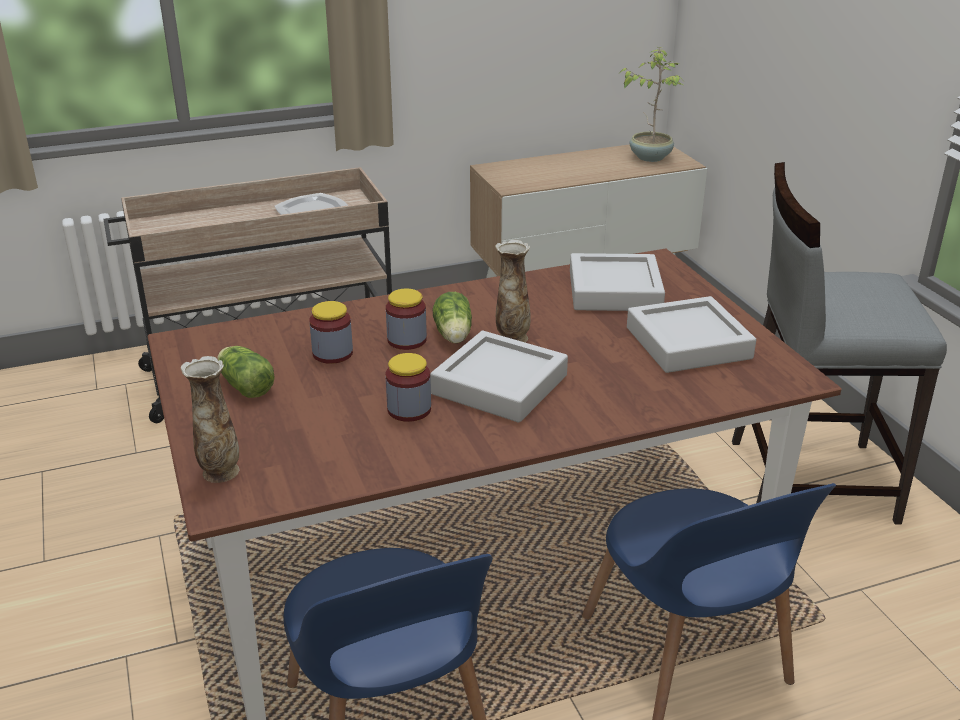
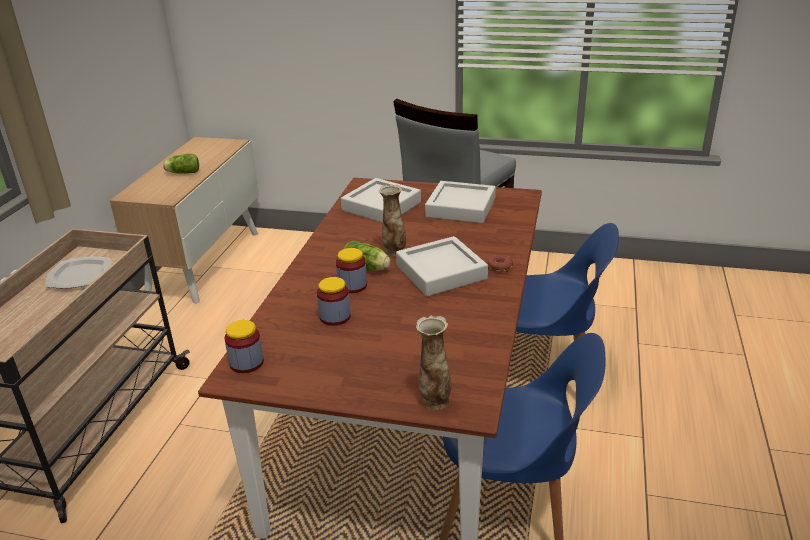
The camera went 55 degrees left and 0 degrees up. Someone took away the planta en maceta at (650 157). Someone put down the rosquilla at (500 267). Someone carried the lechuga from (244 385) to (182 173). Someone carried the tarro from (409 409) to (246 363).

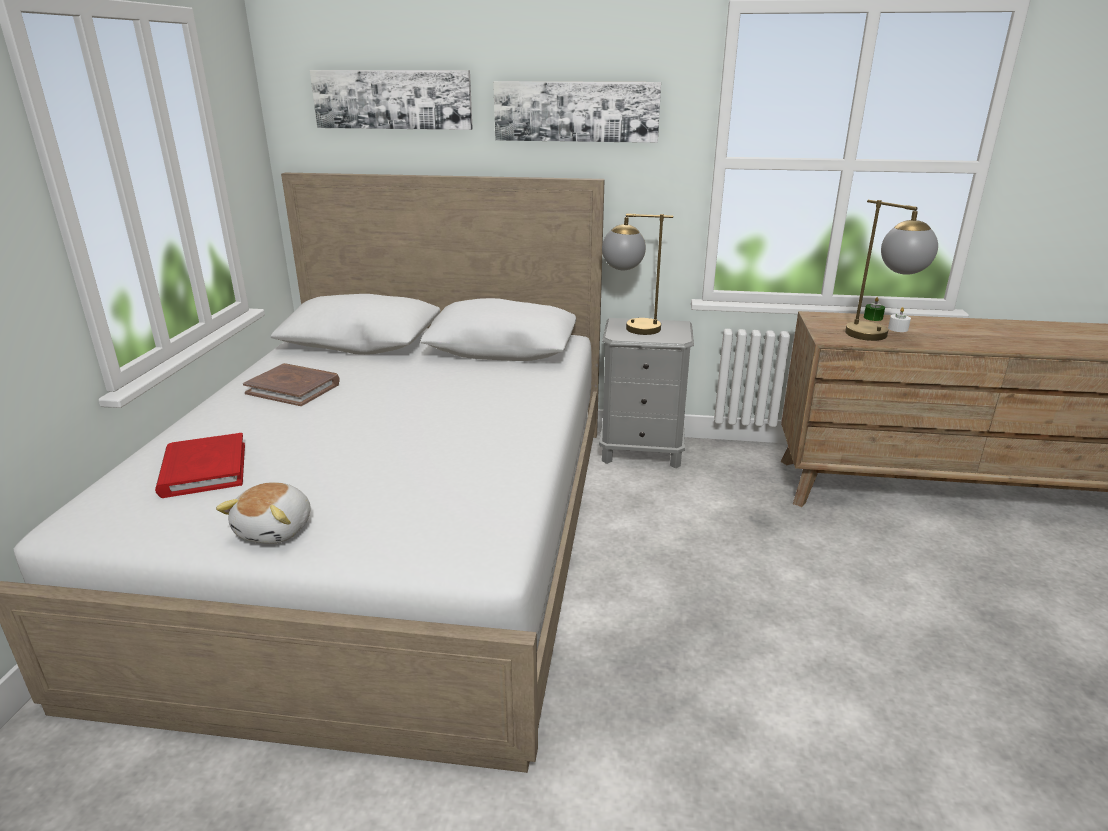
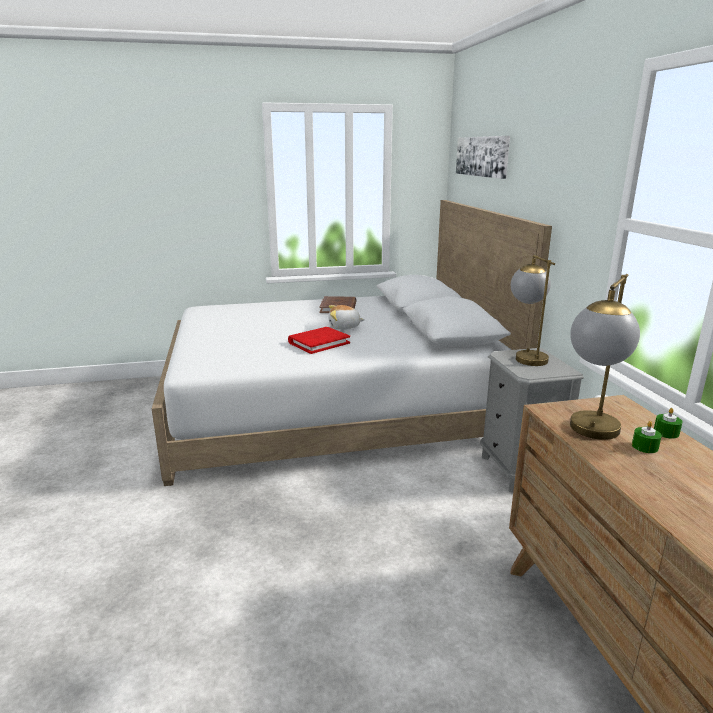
The camera went 70 degrees right and 5 degrees down. Someone took away the cuadro at (576 111). Someone carried the libro [rojo] from (203 470) to (319 343). Someone carried the peluche from (276 530) to (344 327). Someone repainted the vela [blanco] at (898 329), which became the vela [verde] at (644 447).

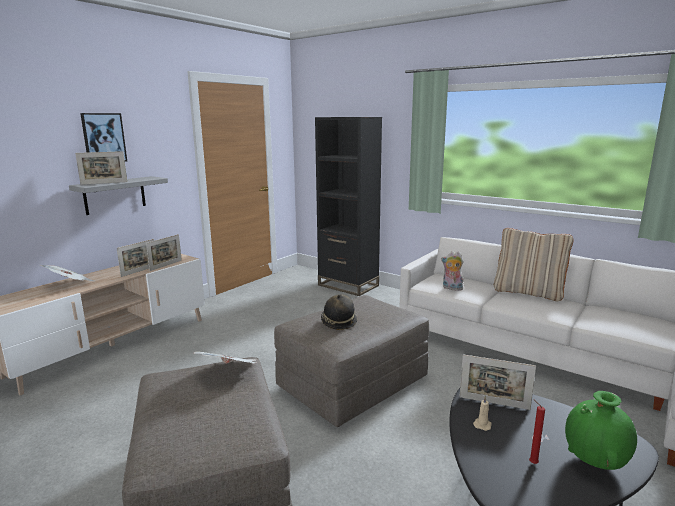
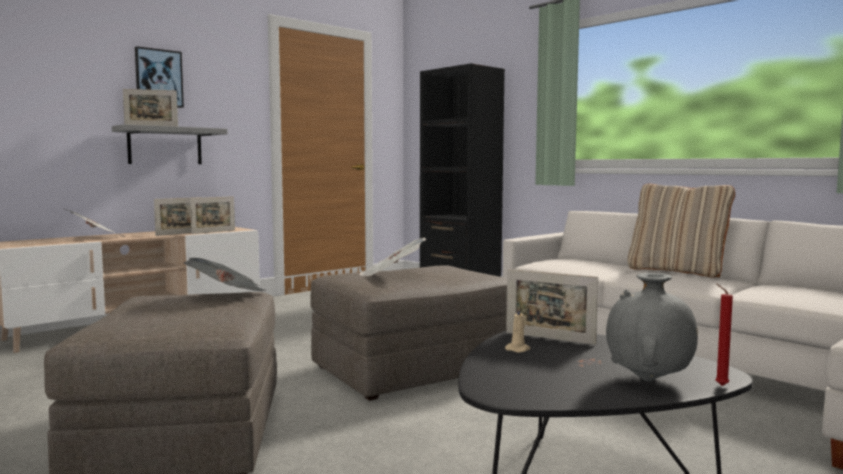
The camera went 10 degrees right and 10 degrees down. Someone took away the peluche at (451 288). Someone carried the vela [rojo] from (531 463) to (719 385). Someone swapped the sombrero at (338 322) for the periódico at (391 275). Someone repainted the florero [verde] at (594 463), which became the florero [gris] at (649 380).

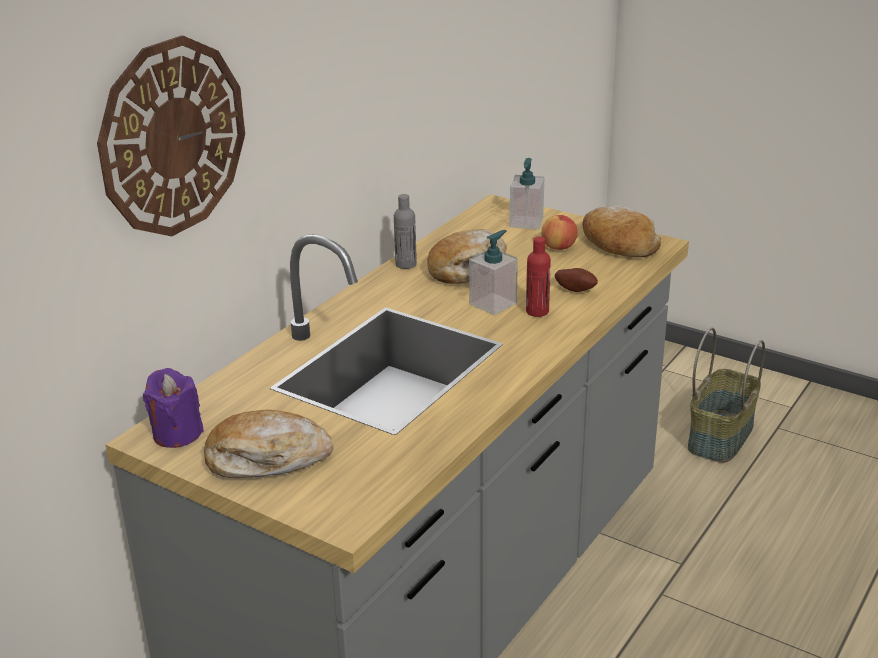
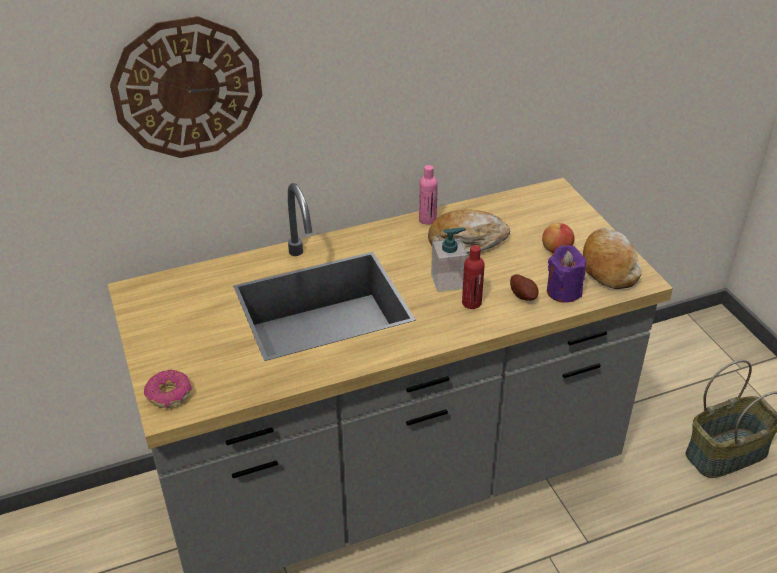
The camera went 35 degrees right and 10 degrees up. Someone took away the pan at (267 459). Someone took away the dispensador de jabón at (526 222). Someone put down the rosquilla at (169 395). Someone carried the vela [morado] from (177 434) to (563 291). Someone repainted the botella [gris] at (406 264), which became the botella [rosa] at (427 219).

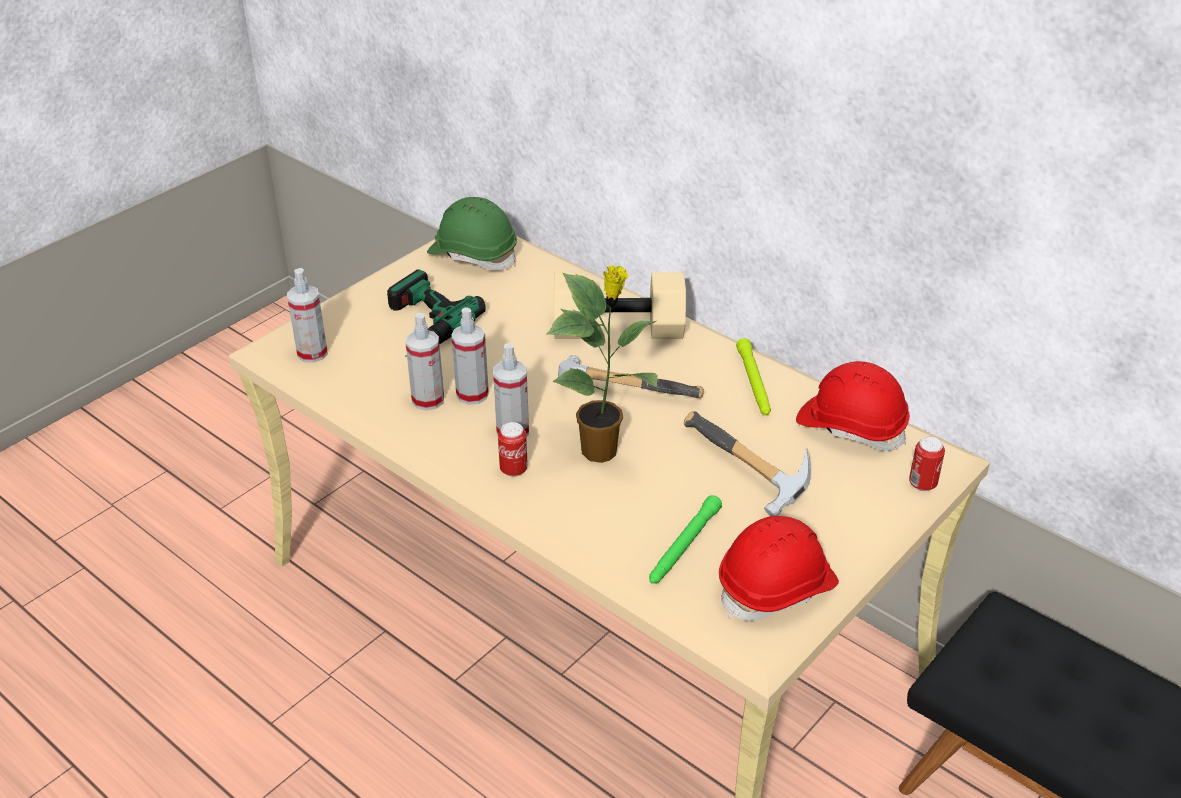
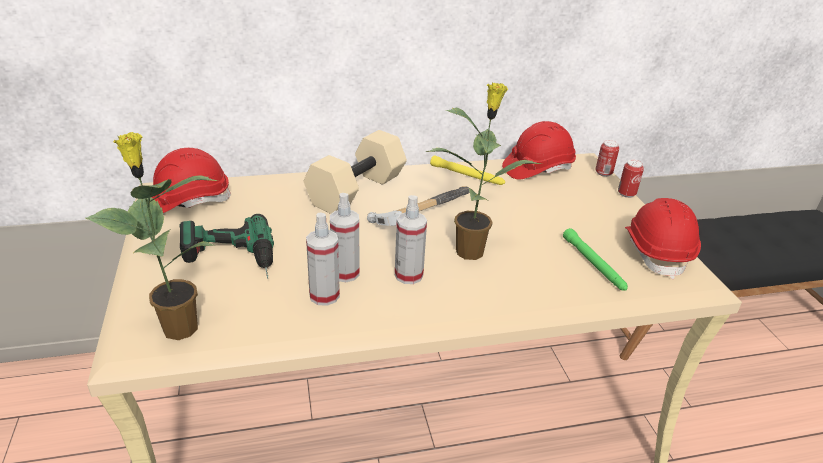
The camera went 55 degrees left and 5 degrees down. Someone took away the martillo at (742 473). Someone carried the lata from (513 469) to (626 194). Someone swapped the pulverizador at (312 353) for the planta en maceta at (178 327). Someone repainted the casco [verde] at (473 255), which became the casco [rojo] at (188 201). Someone repainted the linterna [verde] at (754 383), which became the linterna [amarillo] at (467 175).

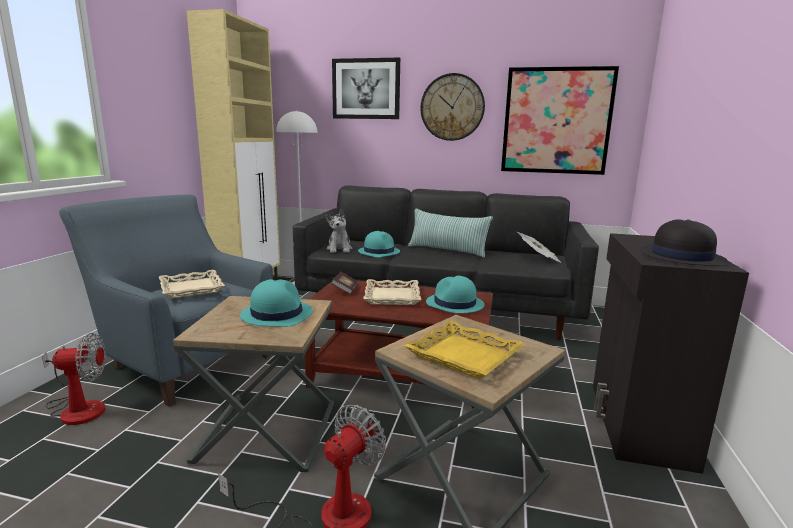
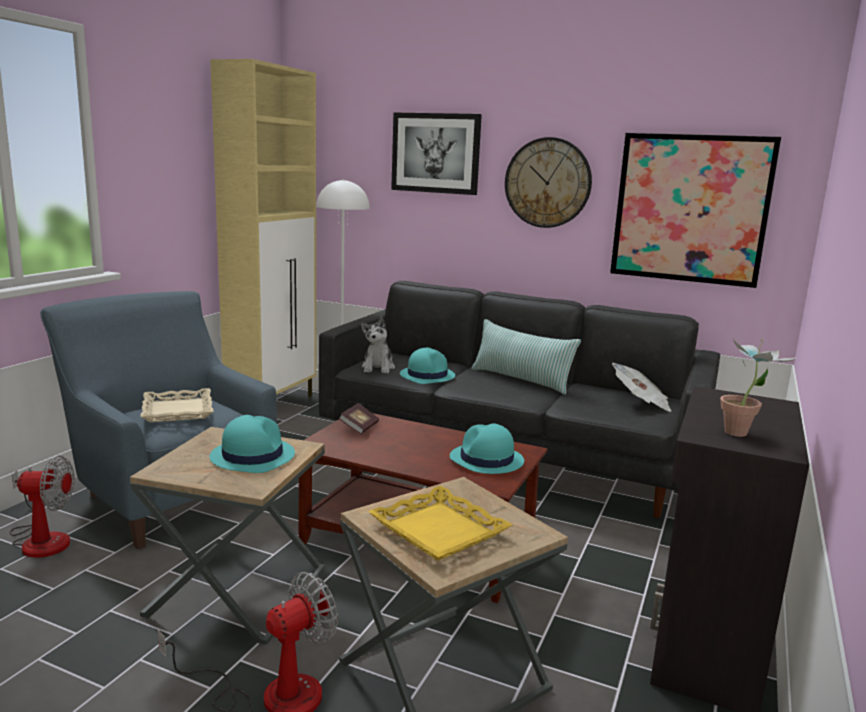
The camera went 10 degrees right and 0 degrees up. Someone took away the bandeja [beis] at (391 296). Someone swapped the sombrero [negro] at (680 257) for the planta en maceta at (744 433).

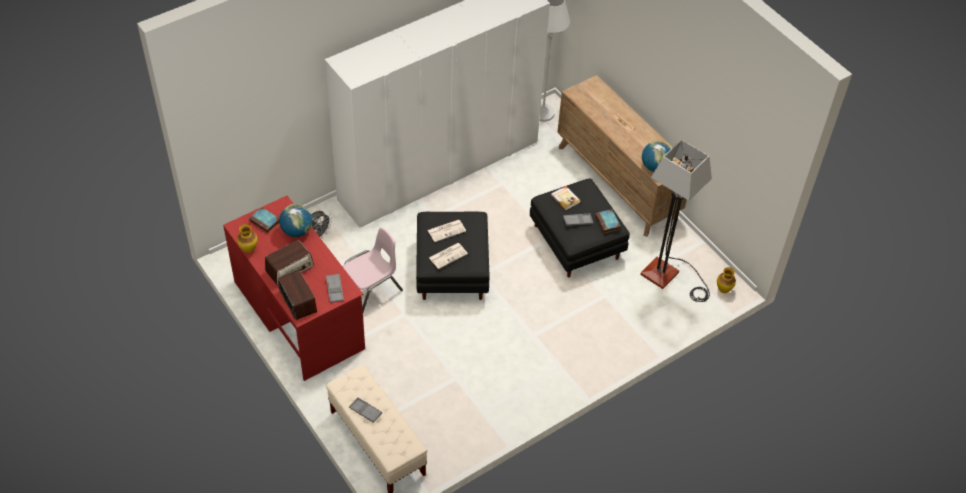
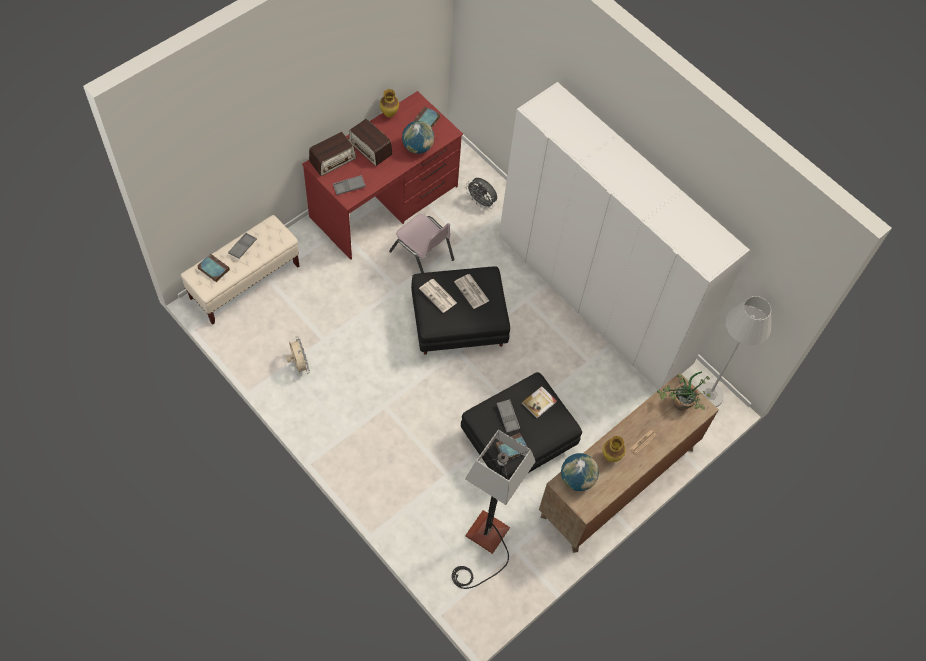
The camera went 80 degrees right and 10 degrees up. Someone put down the libro at (213 269). Someone put down the ventilador [beis] at (299 365). Someone put down the planta en maceta at (678 406). Someone carried the florero from (723 290) to (611 457).

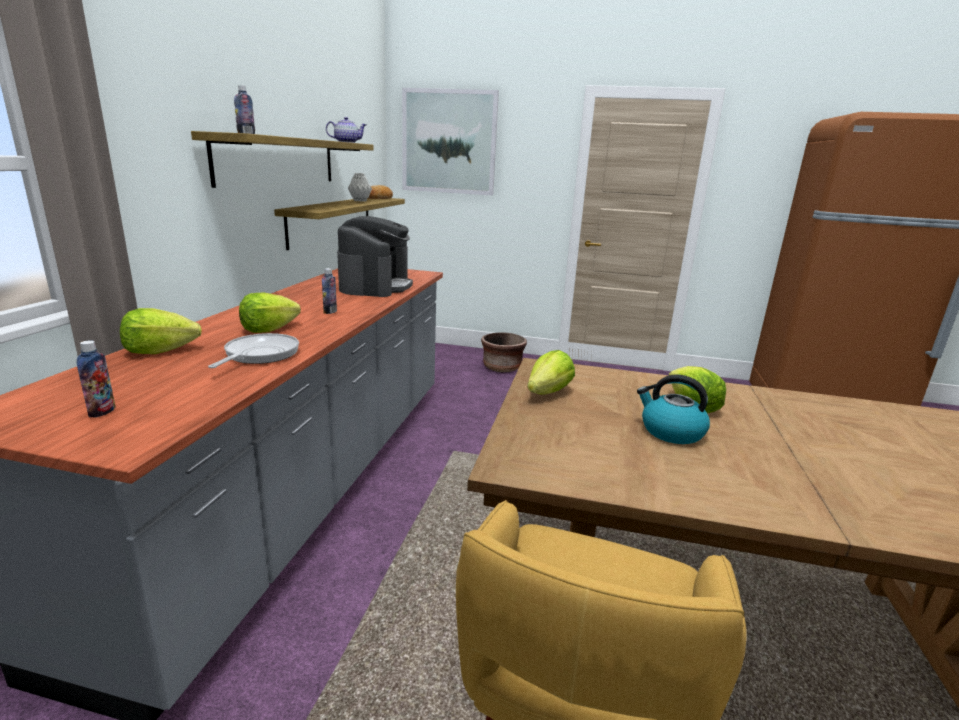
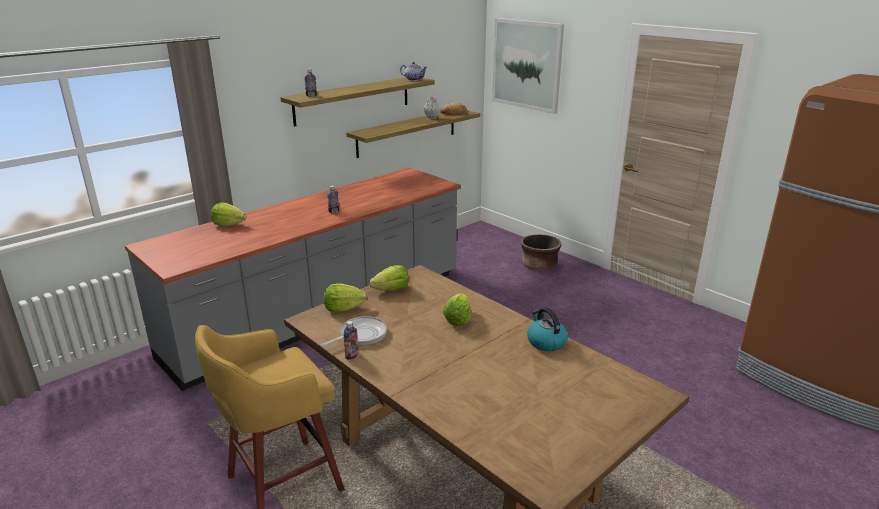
The camera went 35 degrees right and 5 degrees up. Someone took away the cafetera at (375 286). Someone carried the botella from (102 411) to (352 356). Someone carried the sartén from (259 355) to (360 335). Someone carried the lechuga from (268 329) to (343 308). Someone carried the hervidor from (671 431) to (545 342).

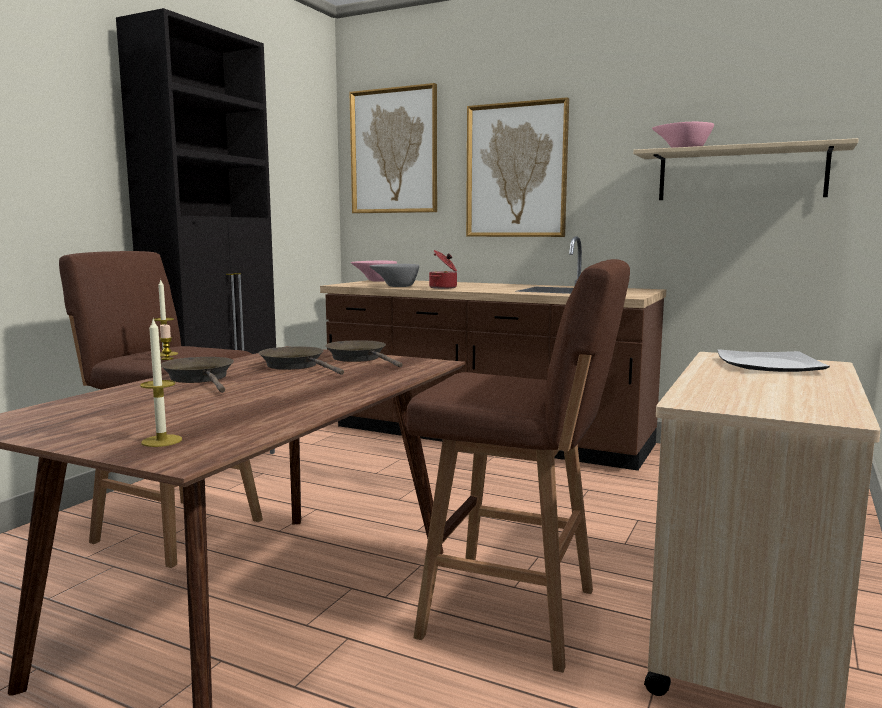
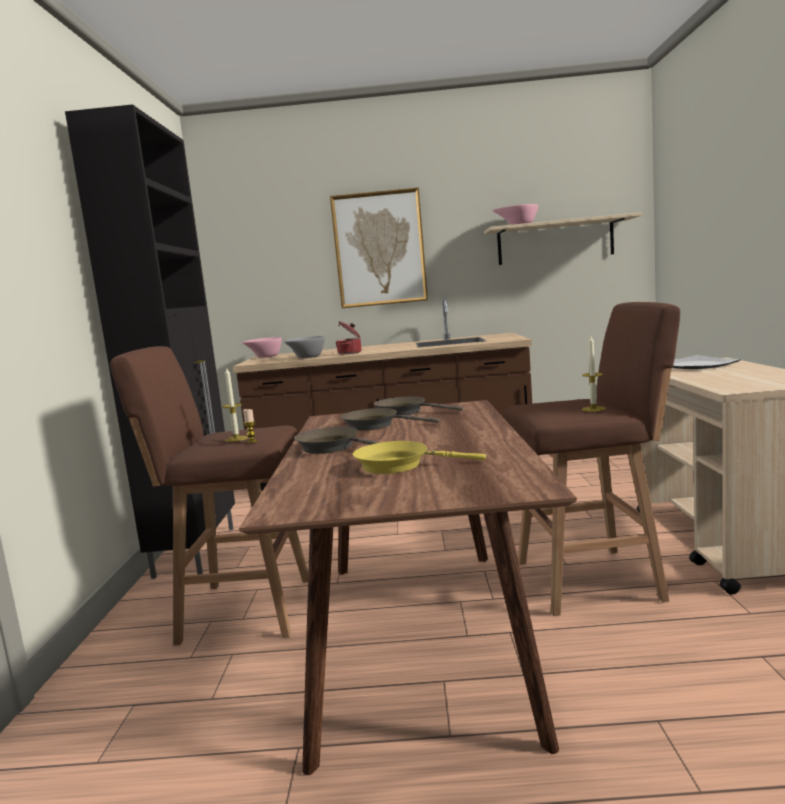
The camera went 25 degrees left and 0 degrees up. Someone took away the cuadro at (394 151). Someone put down the sartén [amarillo] at (399 465). Someone carried the vela from (161 441) to (593 409).

